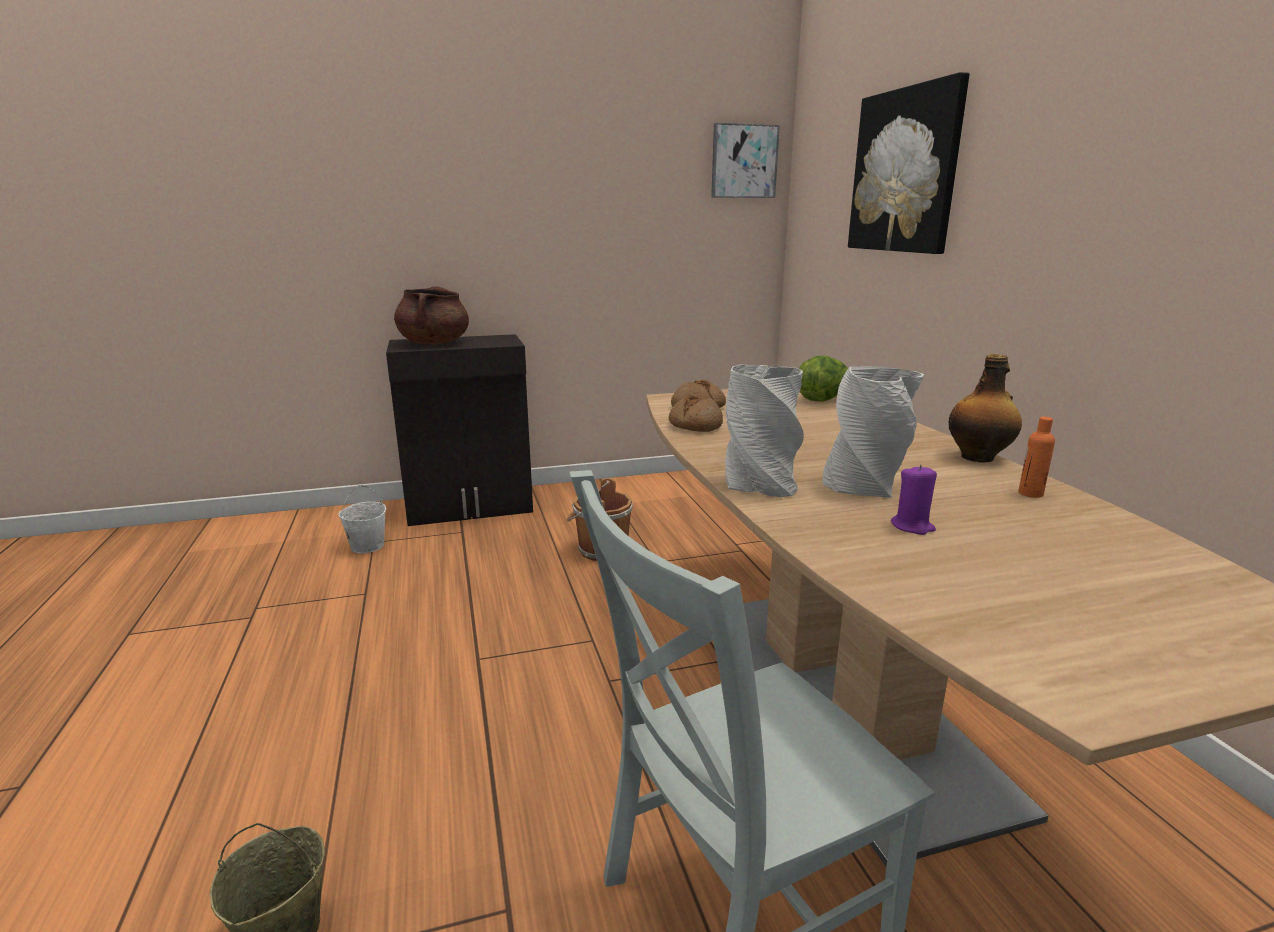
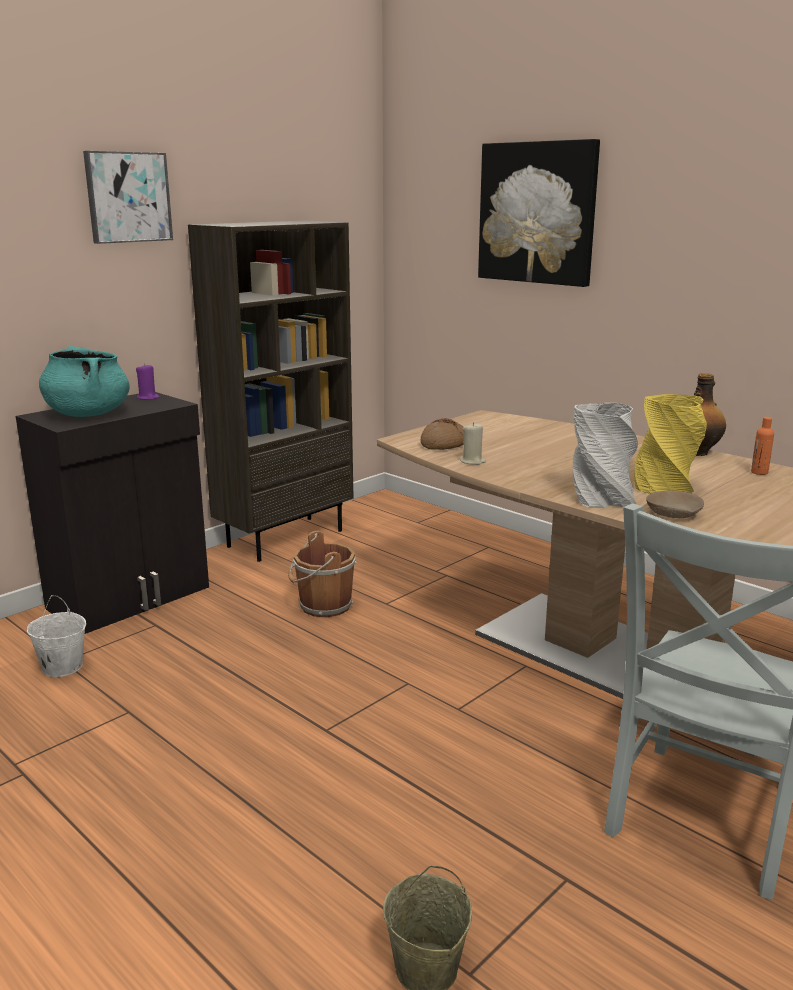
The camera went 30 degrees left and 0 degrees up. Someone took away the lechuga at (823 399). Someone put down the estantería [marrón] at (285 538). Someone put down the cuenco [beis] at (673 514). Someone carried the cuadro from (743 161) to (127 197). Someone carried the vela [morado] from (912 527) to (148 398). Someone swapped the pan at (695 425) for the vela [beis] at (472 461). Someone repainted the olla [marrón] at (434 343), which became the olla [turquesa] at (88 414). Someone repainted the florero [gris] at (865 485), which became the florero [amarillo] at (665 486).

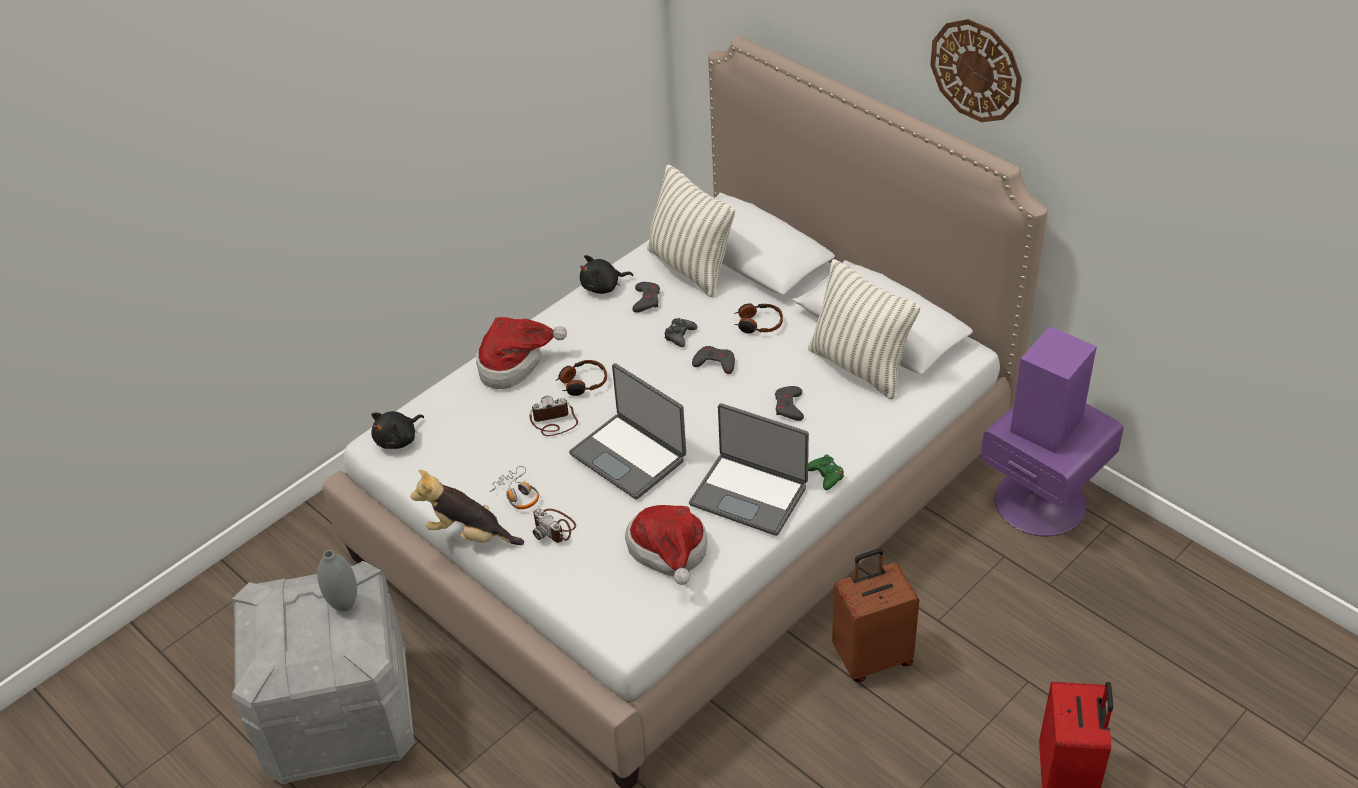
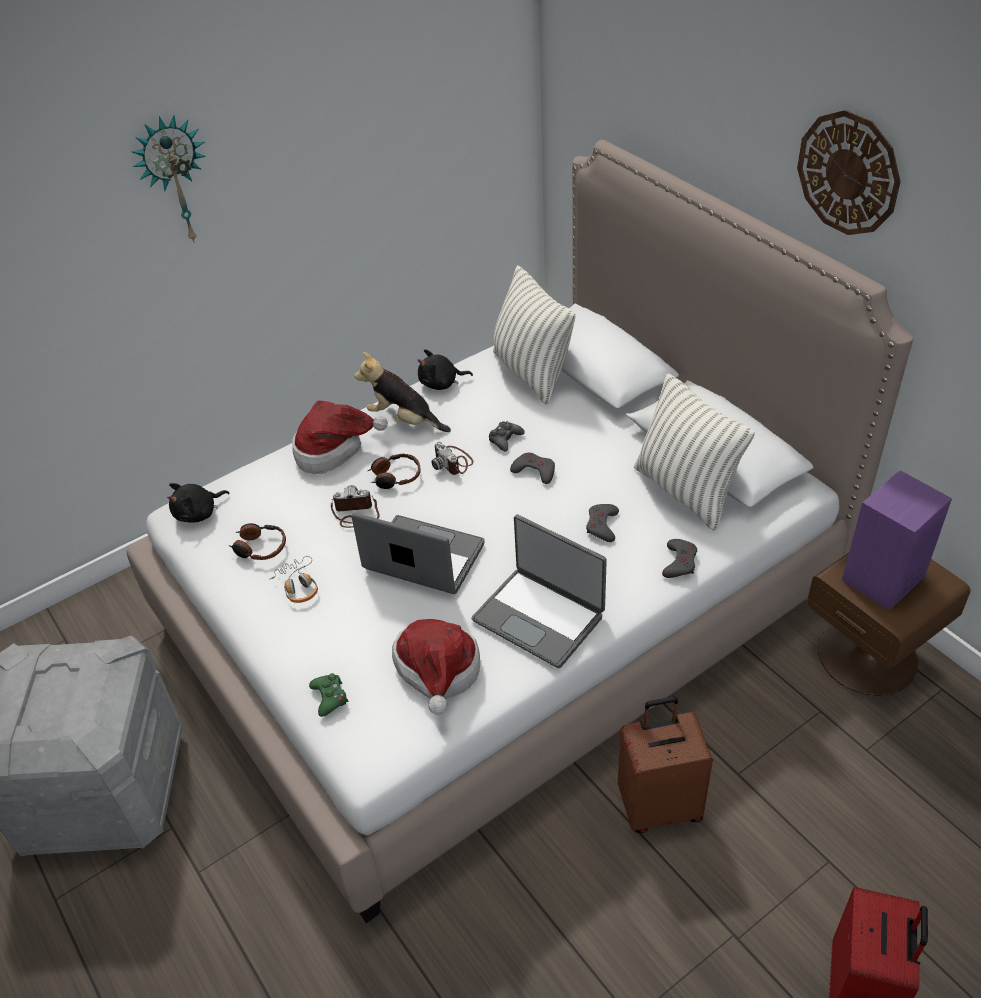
The camera went 10 degrees right and 0 degrees up. Someone took away the florero [gris] at (344 604). Someone put up the reloj de pared at (174 180). Someone carried the peluche from (469 534) to (404 420). Someone carried the cámara from (554 527) to (453 462). Someone carried the mando de consola [gris] from (646 300) to (679 562). Someone carried the auriculares from (758 324) to (259 547). Someone carried the mando de consola [verde] from (826 475) to (330 697). Someone repainted the mesita de noche [morado] at (1041 501), which became the mesita de noche [marrón] at (868 655). Someone rotated the portátil at (629 456) by 150 degrees clockwise.

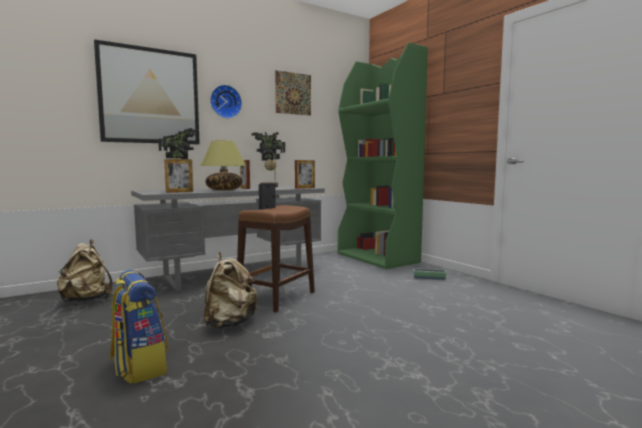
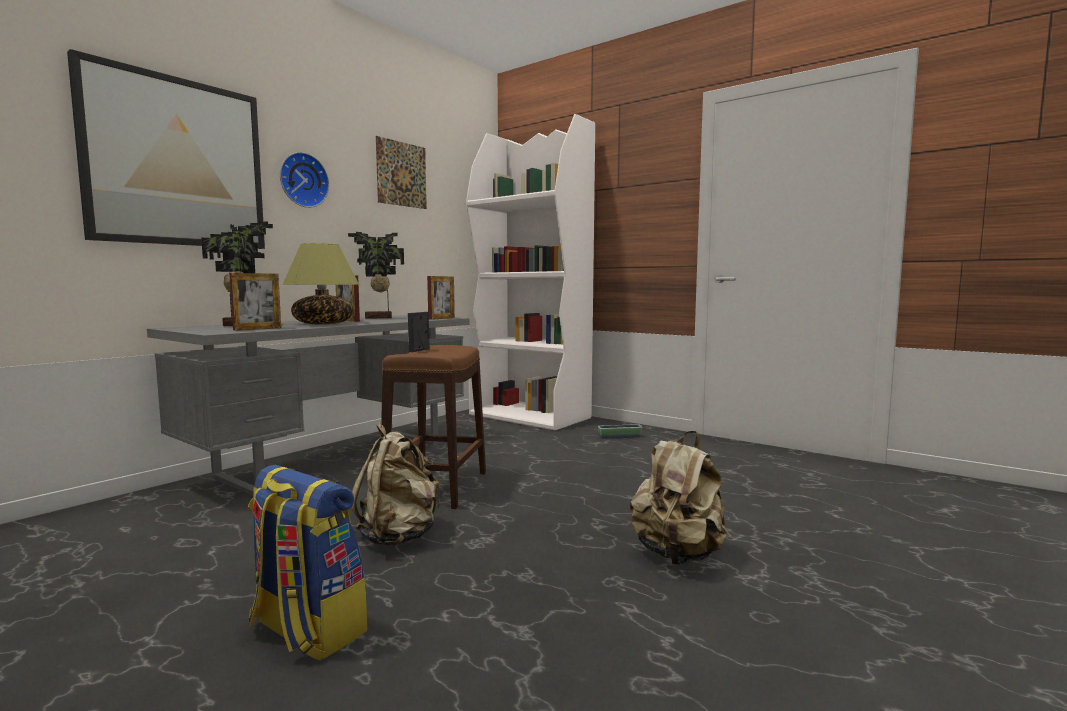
The camera went 20 degrees left and 0 degrees up. Someone carried the mochila [beis] from (87 301) to (678 555). Someone repainted the estantería [verde] at (378 258), which became the estantería [blanco] at (530 416).

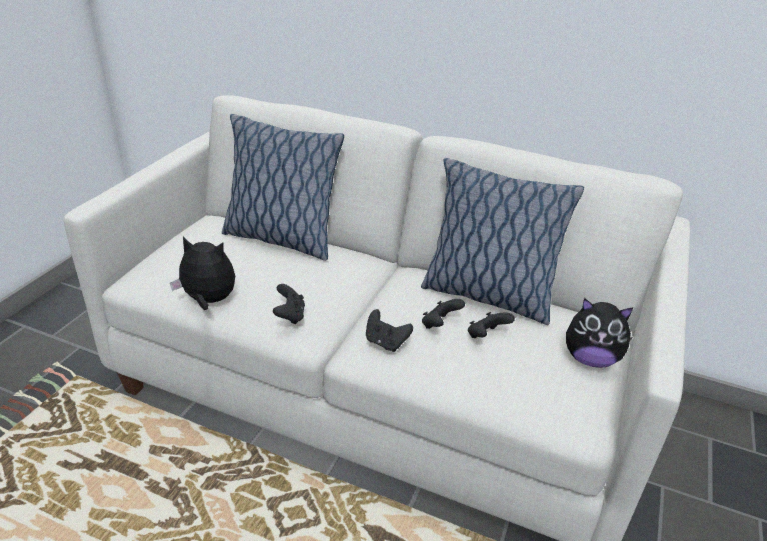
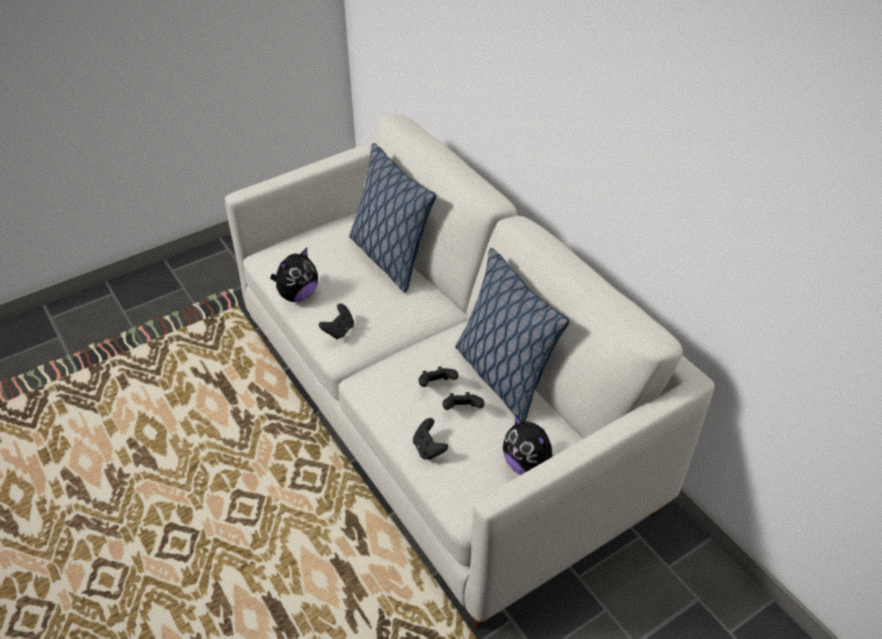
The camera went 35 degrees right and 10 degrees up. Someone carried the mando de consola [negro] from (385 342) to (428 449). Someone rotated the peluche at (208 301) by 90 degrees clockwise.

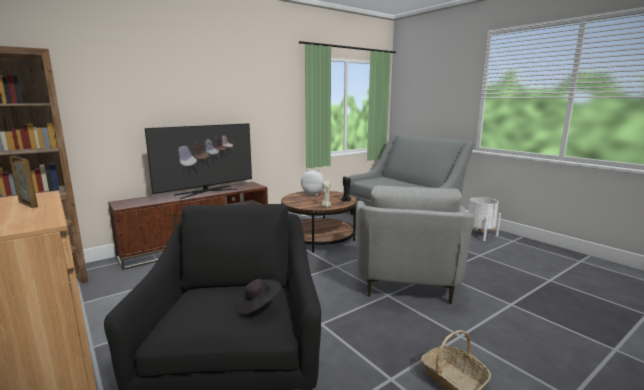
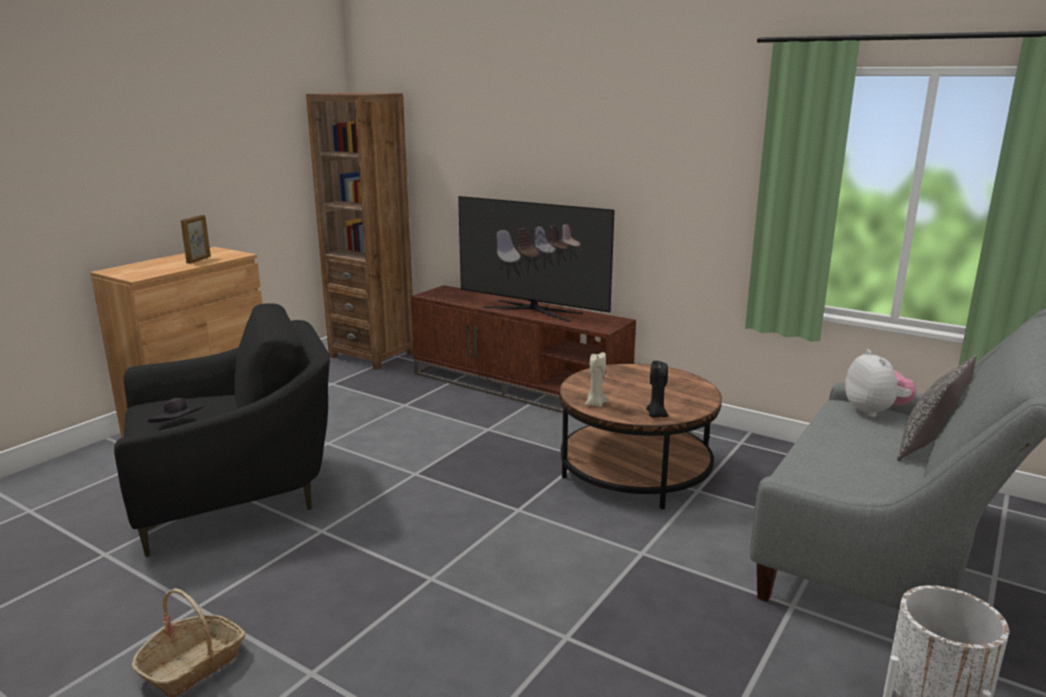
The camera went 70 degrees right and 5 degrees up. Someone took away the sillón [gris] at (407 280). Someone put down the cojín at (927 448). Someone carried the peluche from (314 194) to (874 412).

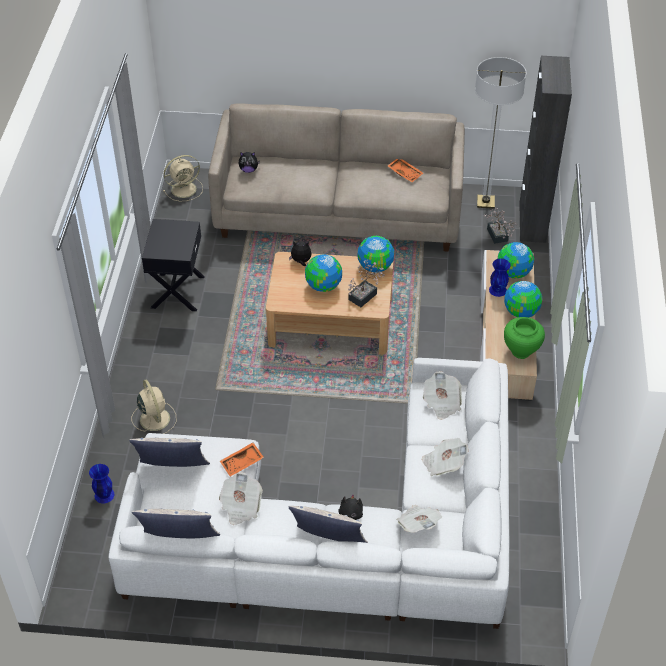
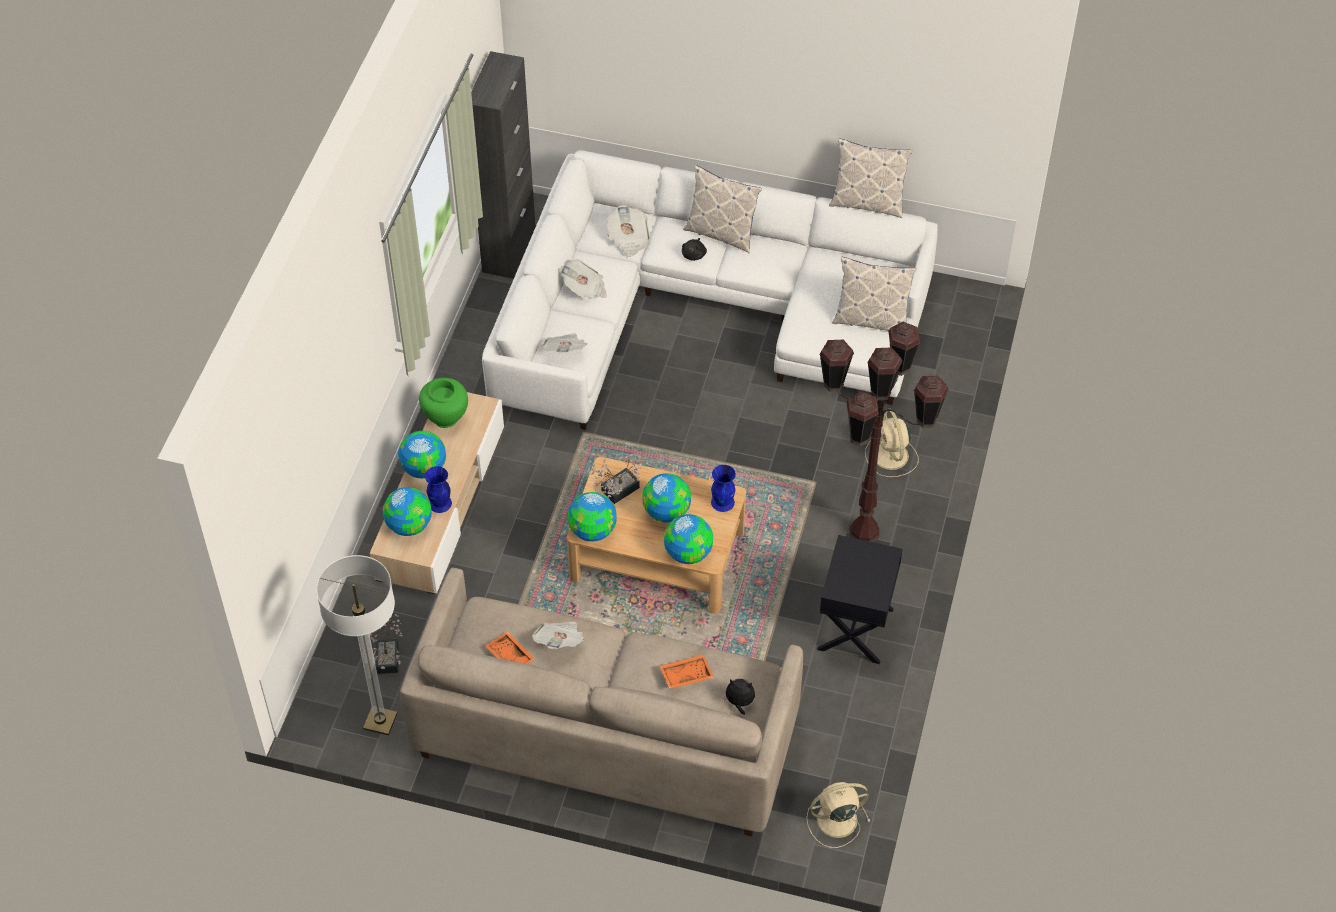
The camera went 170 degrees left and 5 degrees up. Someone put down the lámpara de pie [marrón] at (863 532). Someone carried the florero [azul] from (104 495) to (723 502). Someone carried the periódico from (241 506) to (560 642). Someone carried the bandeja [naranja] from (242 463) to (686 674). Someone carried the armario [negro] from (532 222) to (509 249). Someone swapped the peluche at (301 261) for the globo terráqueo at (688 553).

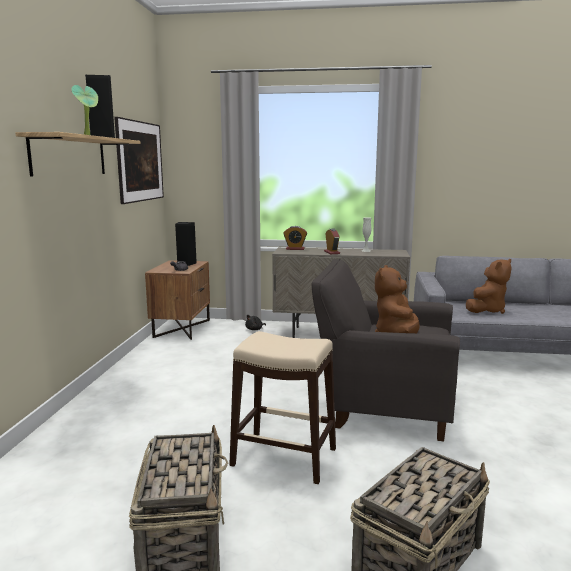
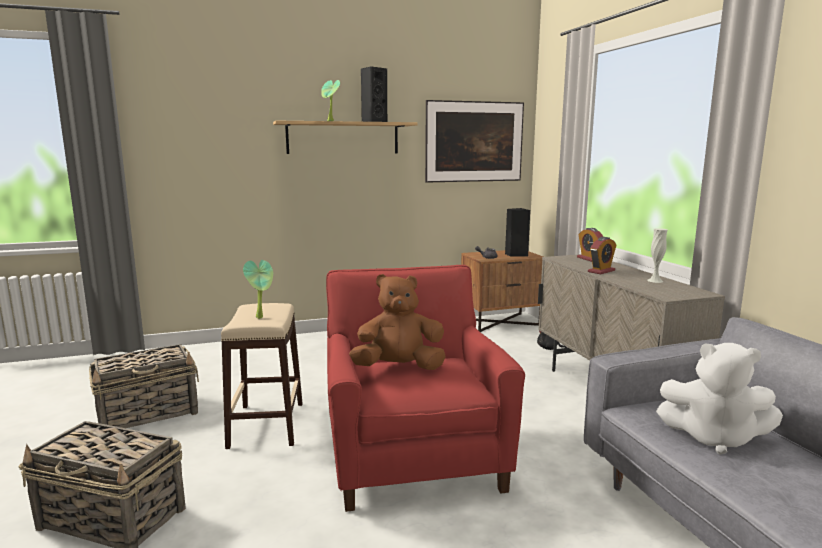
The camera went 65 degrees right and 0 degrees up. Someone put down the planta en maceta at (261 317). Someone repainted the sillón [gris] at (382 406), which became the sillón [rojo] at (412 456). Someone repainted the peluche [marrón] at (487 310), which became the peluche [blanco] at (713 438).

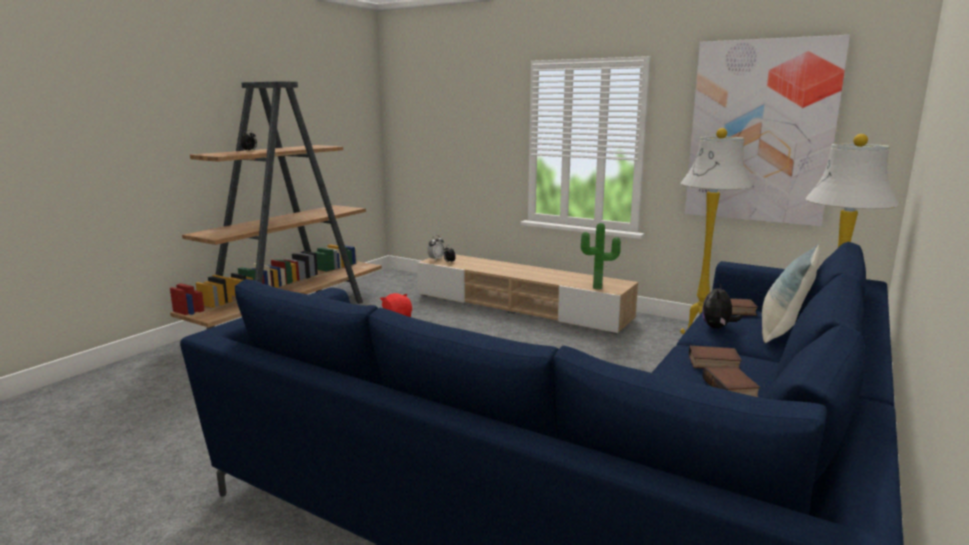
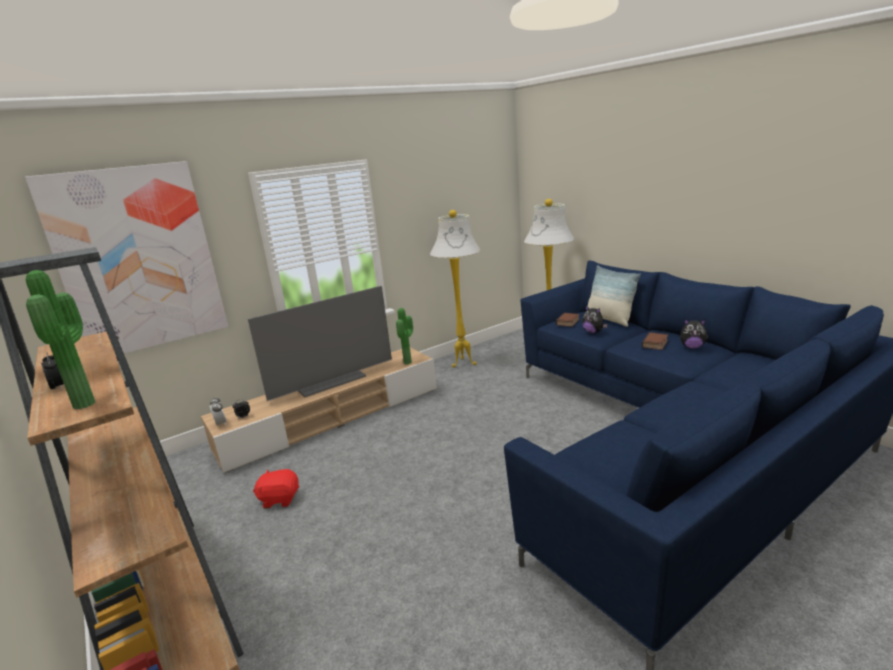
The camera went 65 degrees left and 5 degrees up. Someone put down the planta en maceta at (88 403). Someone put down the televisor at (330 381). Someone carried the cuadro from (760 132) to (138 260). Someone swapped the libro at (731 388) for the peluche at (692 347).

